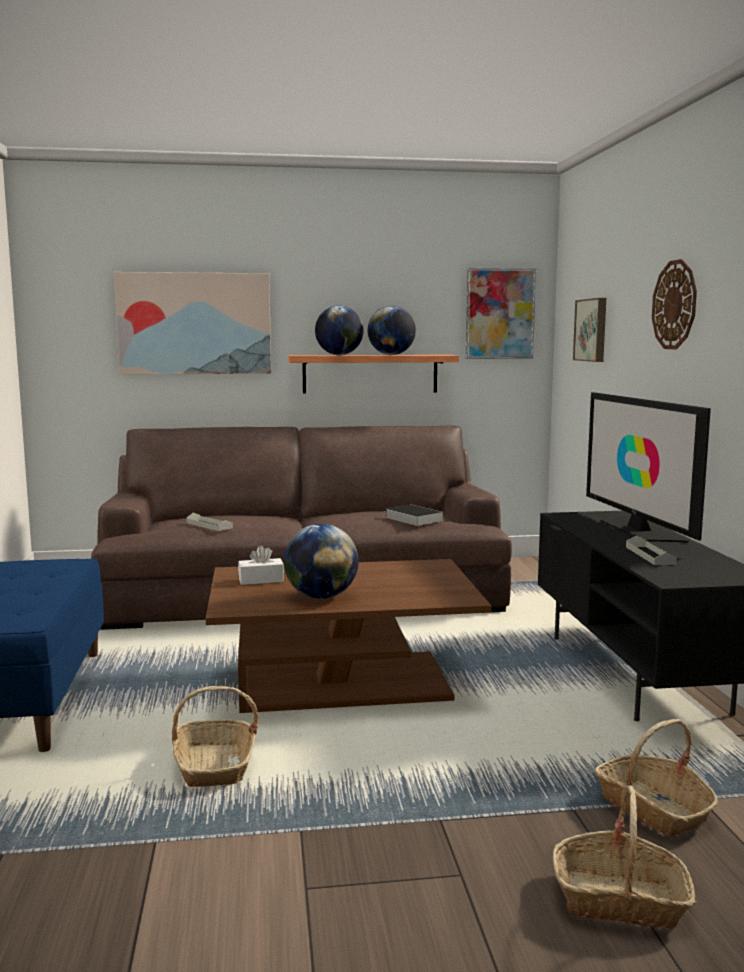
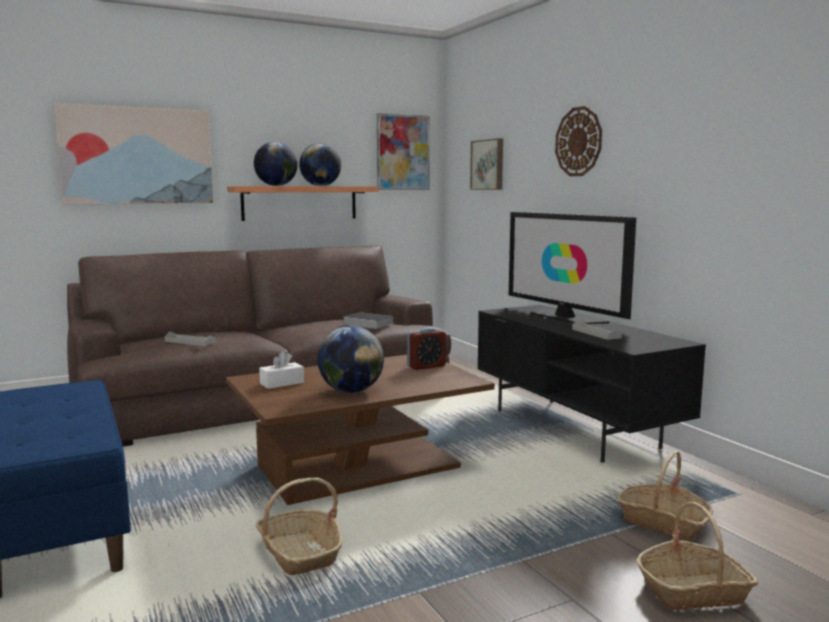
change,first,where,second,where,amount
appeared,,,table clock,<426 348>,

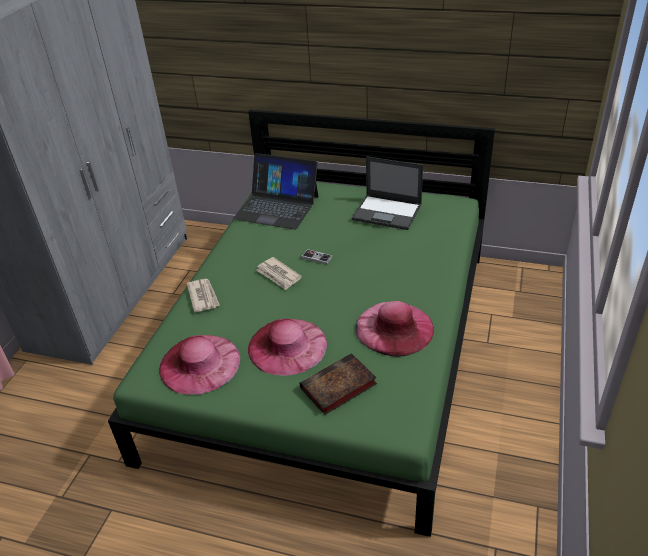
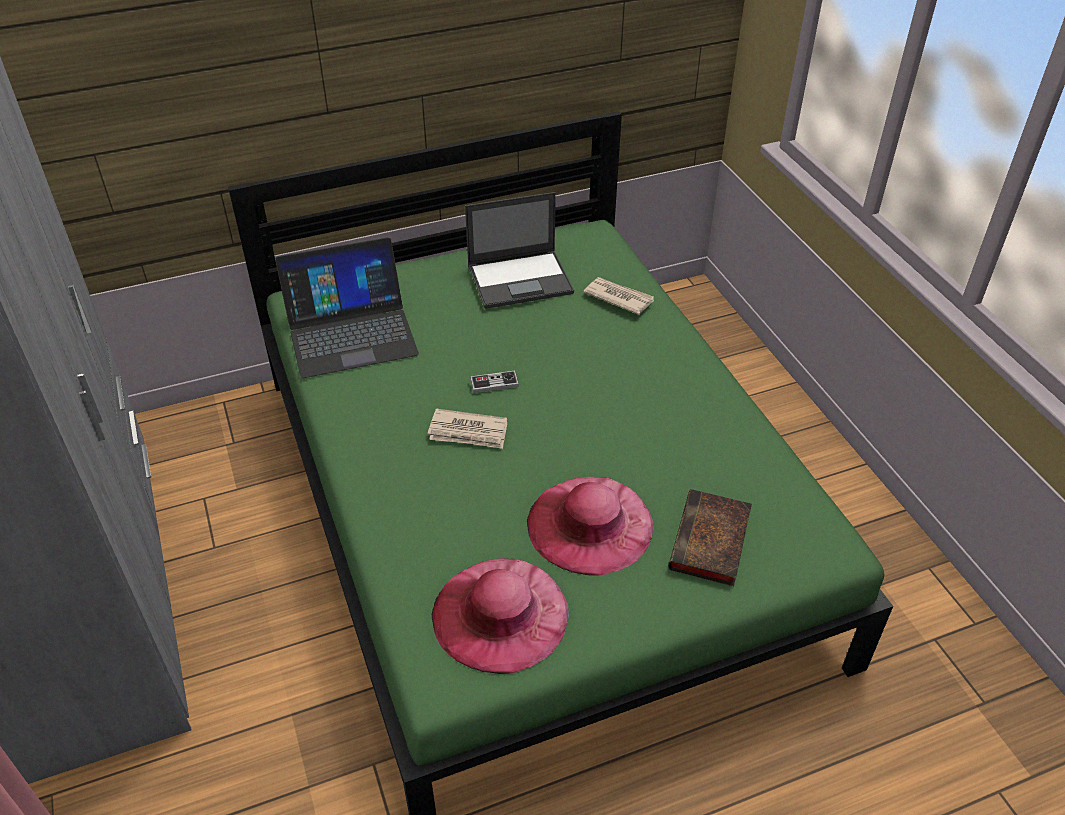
change,first,where,second,where,amount
relocated,printed paper,<203 295>,,<618 296>,
missing,clothing hat (pink-coloured),<394 329>,,,

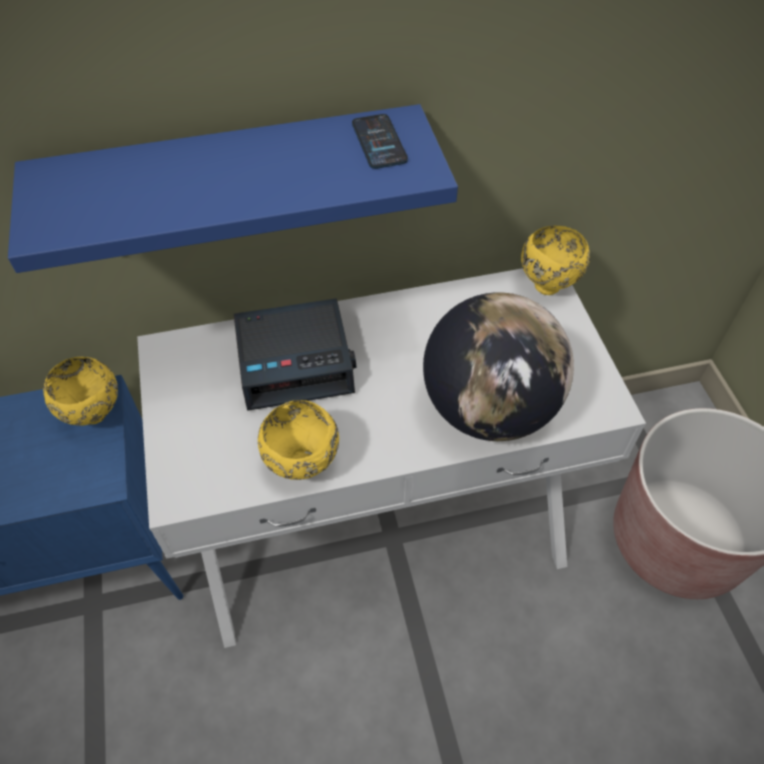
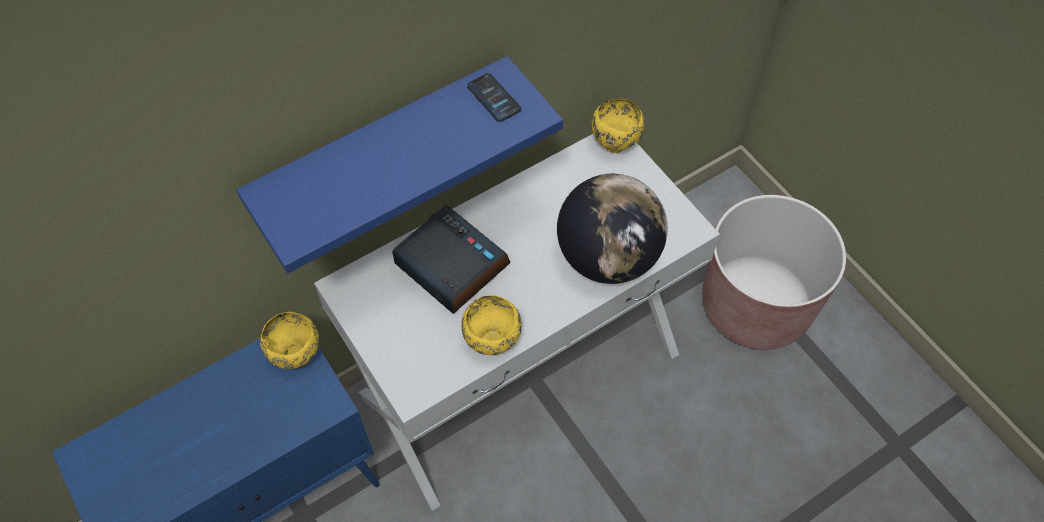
change,first,where,second,where,amount
spun,table clock,<295 354>,,<451 259>,105 degrees counterclockwise

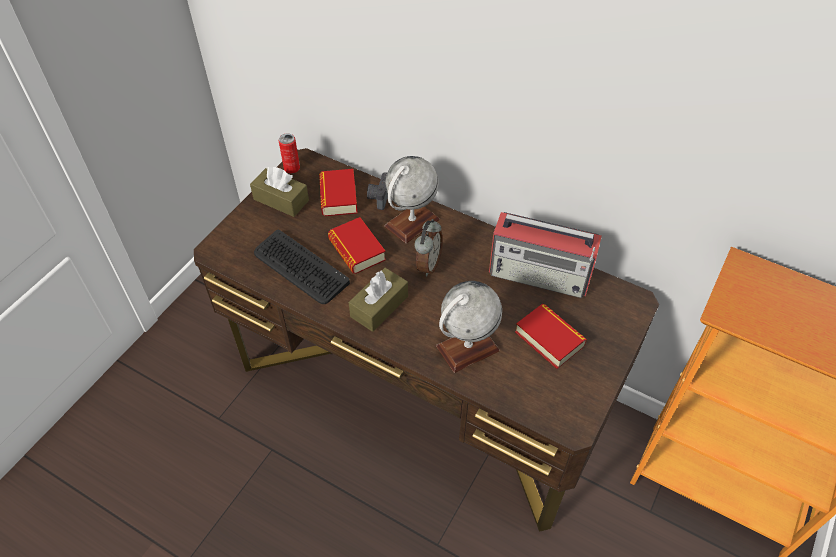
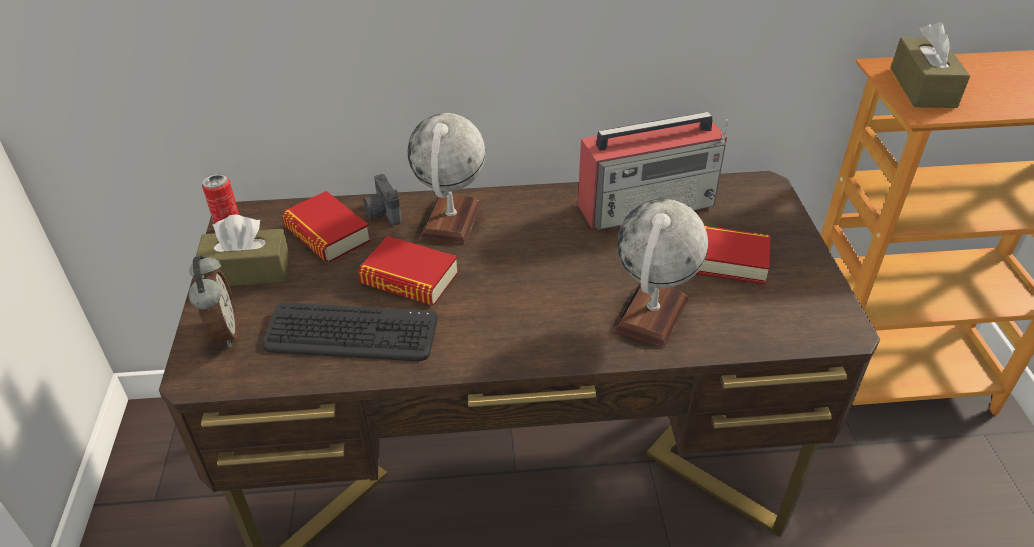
change,first,where,second,where,amount
relocated,tissue holder (brownish),<378 300>,,<930 65>,
relocated,table clock,<428 247>,,<214 301>,

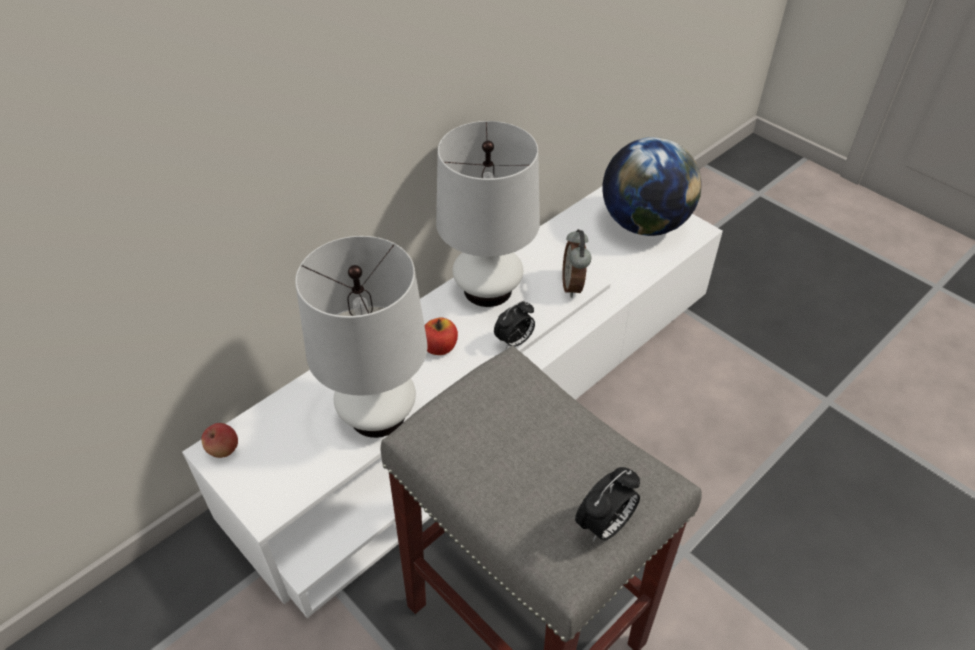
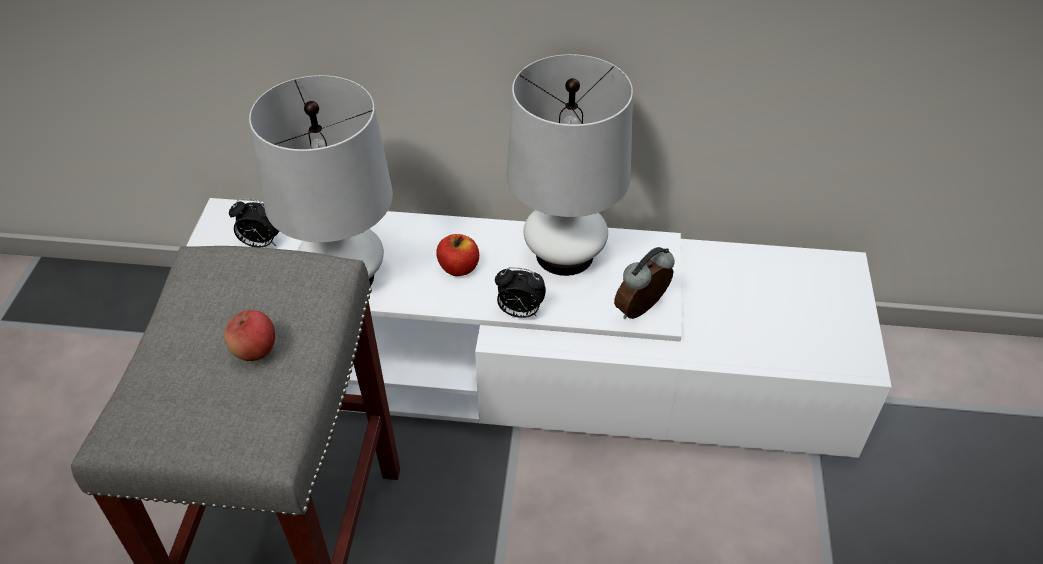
change,first,where,second,where,amount
relocated,apple,<219 440>,,<249 335>,
relocated,table clock,<607 504>,,<254 223>,
missing,globe,<652 186>,,,

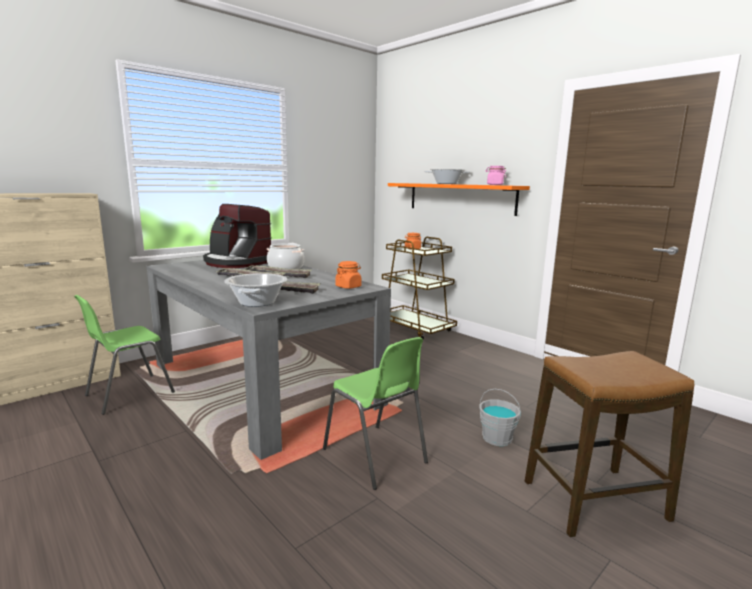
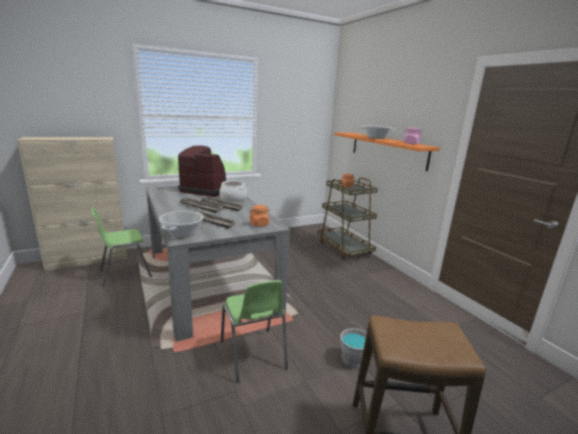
change,first,where,second,where,amount
spun,coffee maker,<237 236>,,<202 171>,150 degrees clockwise

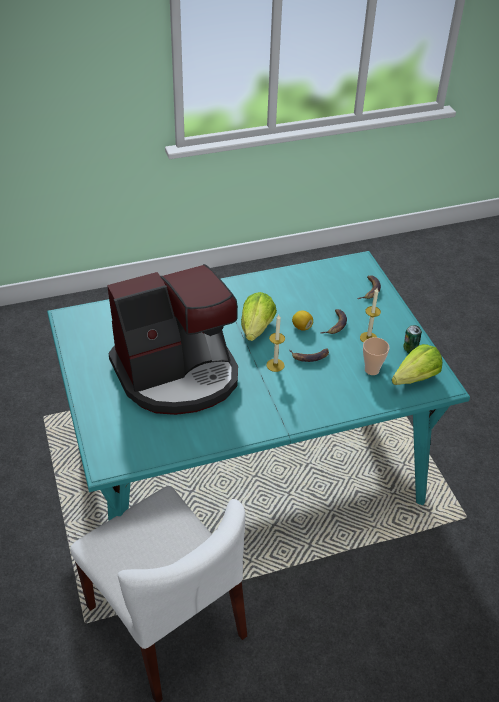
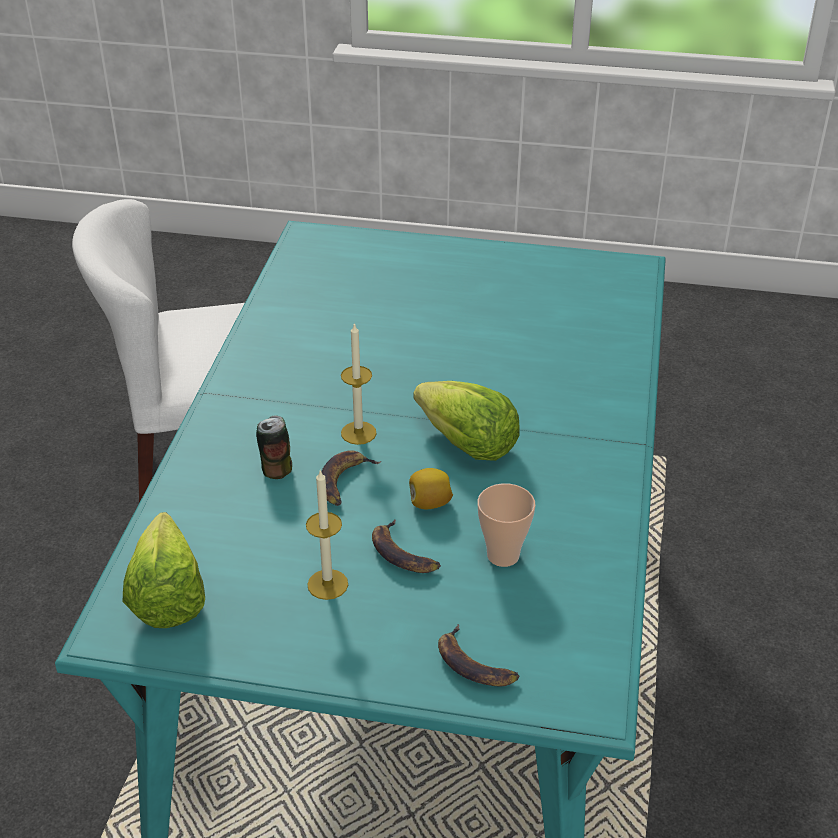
change,first,where,second,where,amount
missing,coffee maker,<172 339>,,,
relocated,drinking cup,<376 356>,,<506 525>,
relocated,can,<413 339>,,<274 447>,

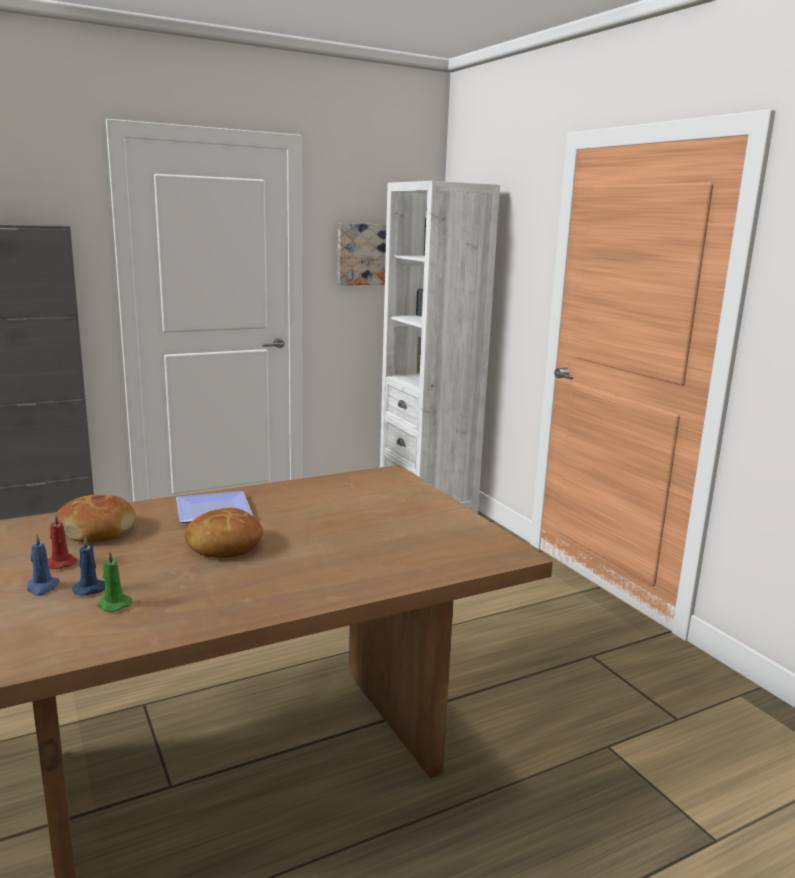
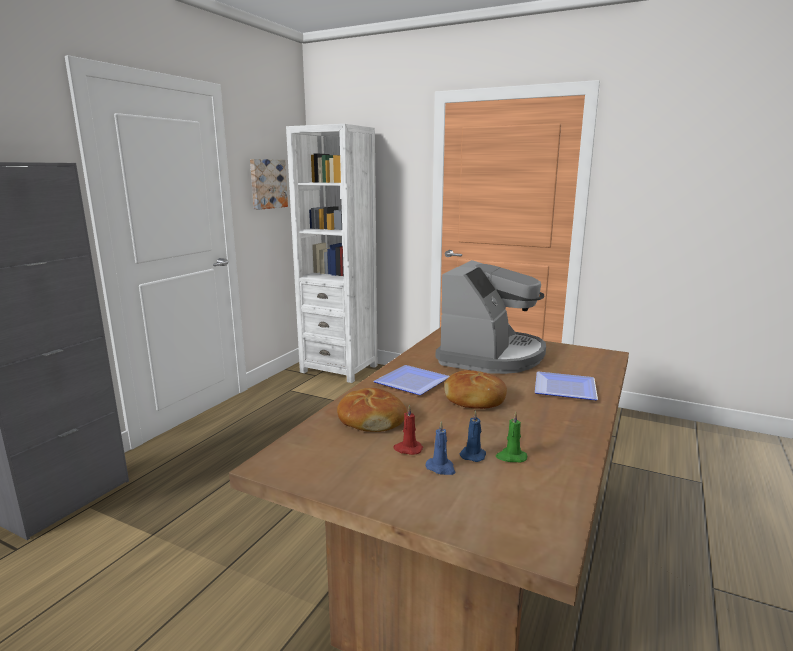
change,first,where,second,where,amount
appeared,,,coffee maker,<491 317>,
appeared,,,dinner plate,<566 386>,

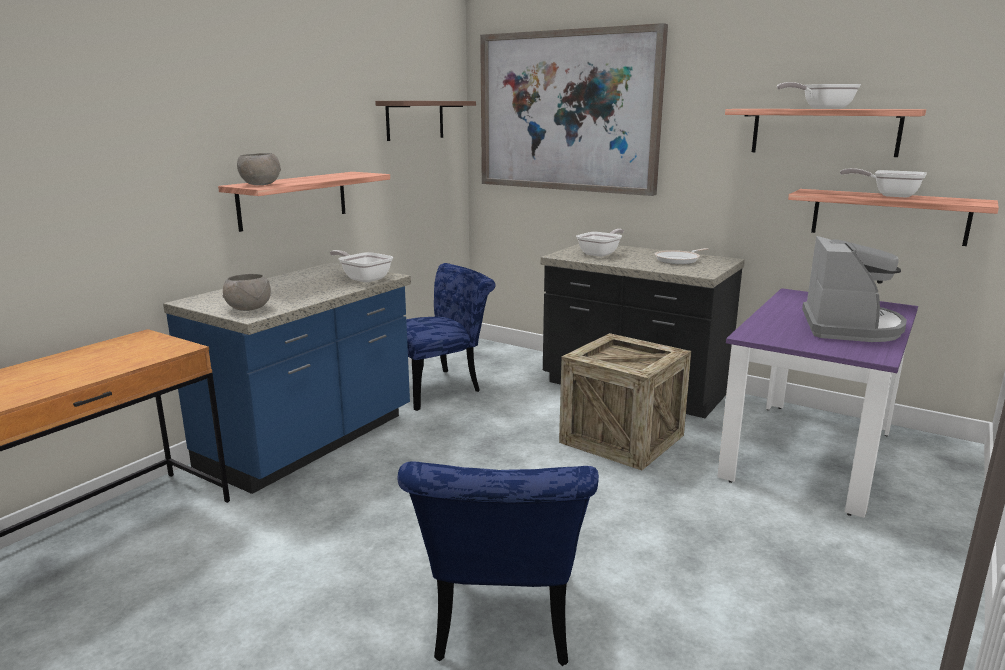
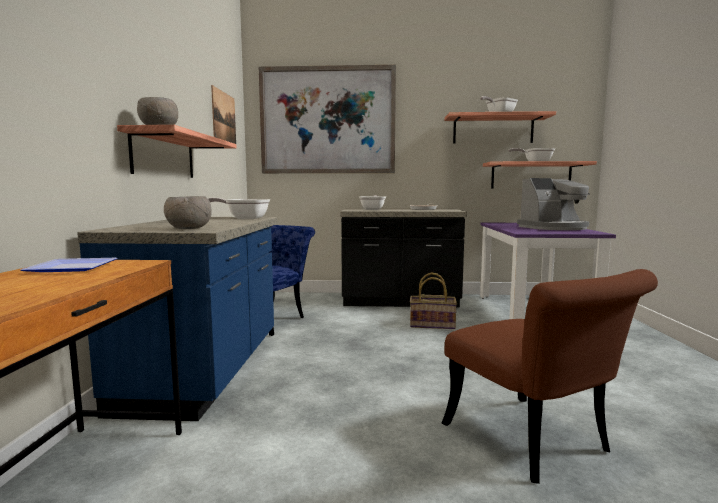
change,first,where,second,where,amount
exchanged,bracket shelf,<425 121>,wall art,<223 114>,
colour,upright chair (bluish),<498 564>,upright chair (brownish),<549 376>,
exchanged,shipping crate,<625 402>,household basket,<433 301>,
spun,coffee maker,<854 289>,,<553 204>,90 degrees clockwise
appeared,,,dinner plate,<69 265>,

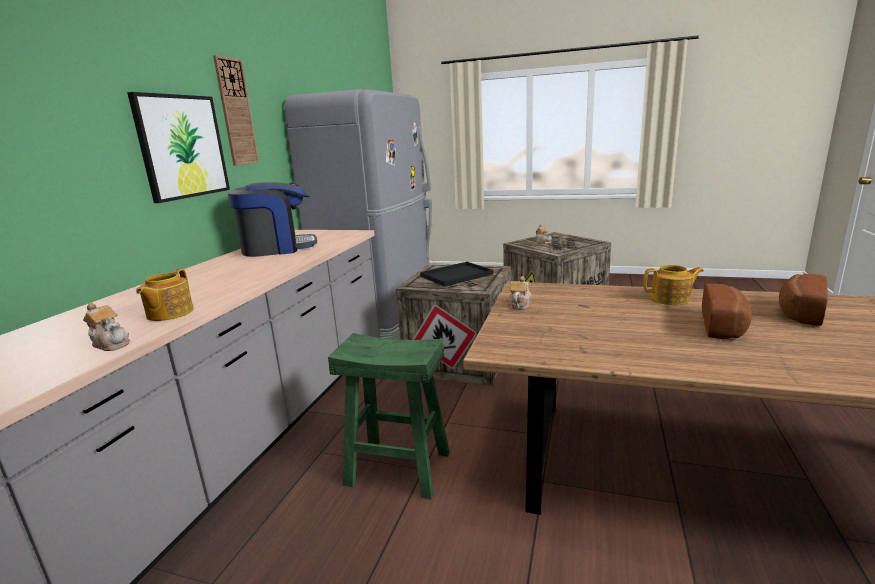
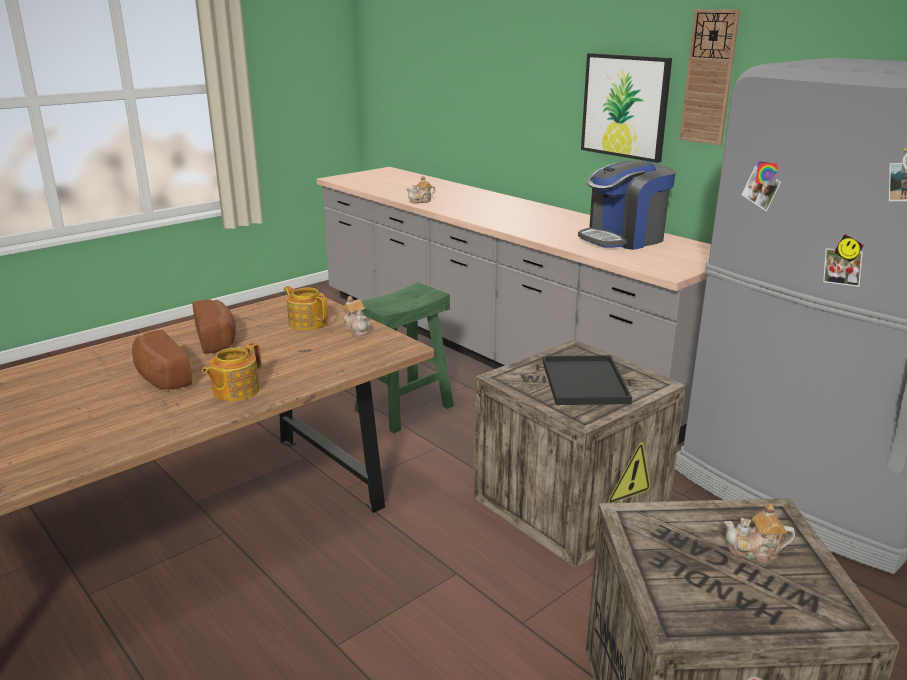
change,first,where,second,where,amount
relocated,teapot,<165 295>,,<306 308>,
spun,coffee maker,<272 219>,,<627 205>,45 degrees clockwise
relocated,baked bread,<803 300>,,<214 326>,

